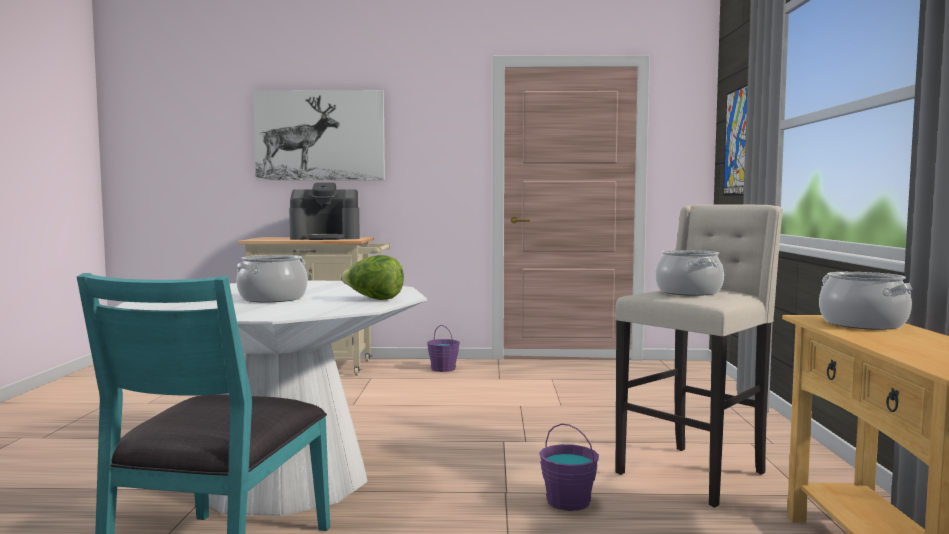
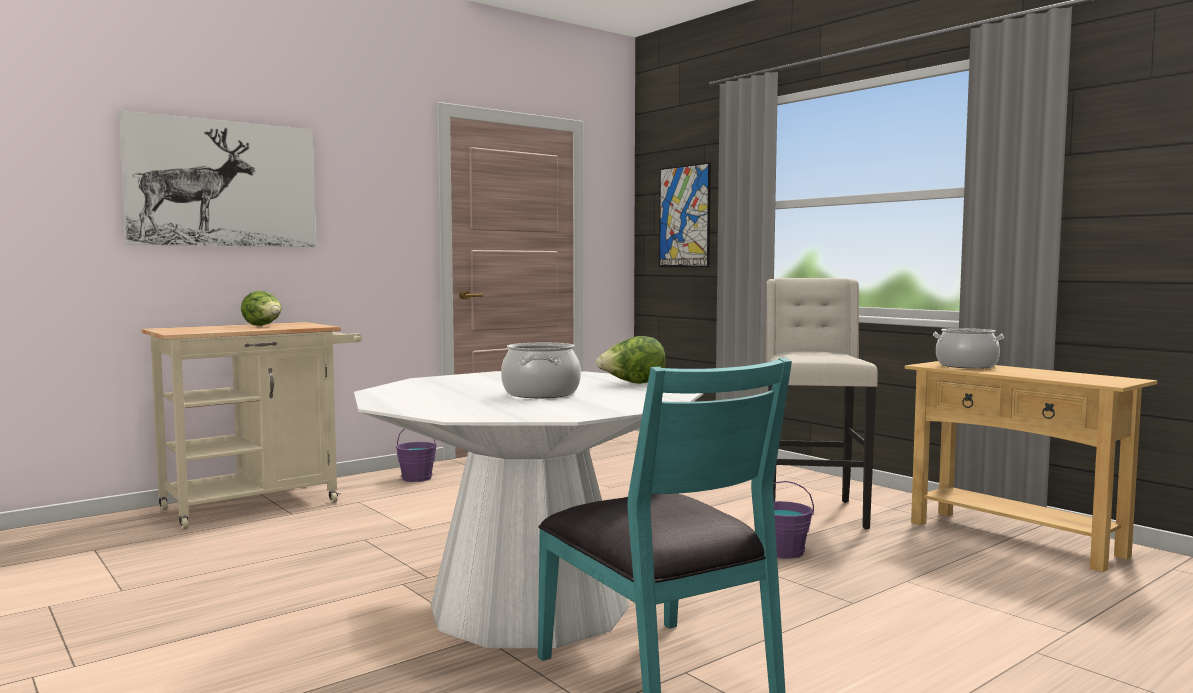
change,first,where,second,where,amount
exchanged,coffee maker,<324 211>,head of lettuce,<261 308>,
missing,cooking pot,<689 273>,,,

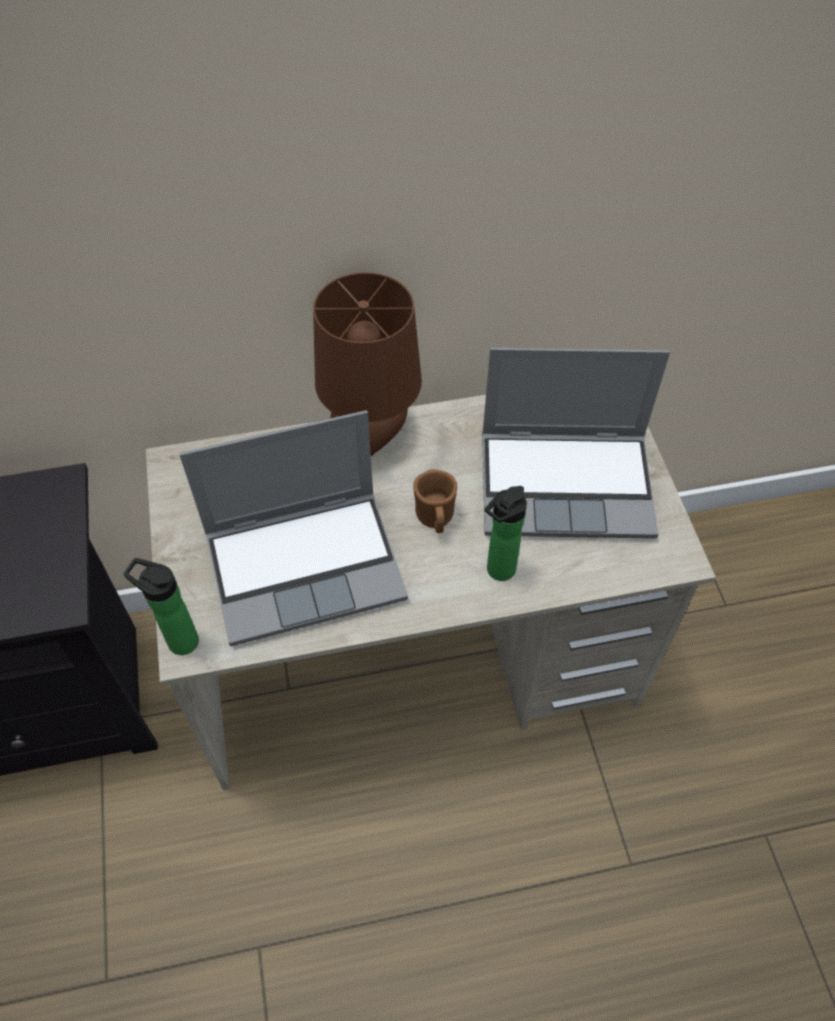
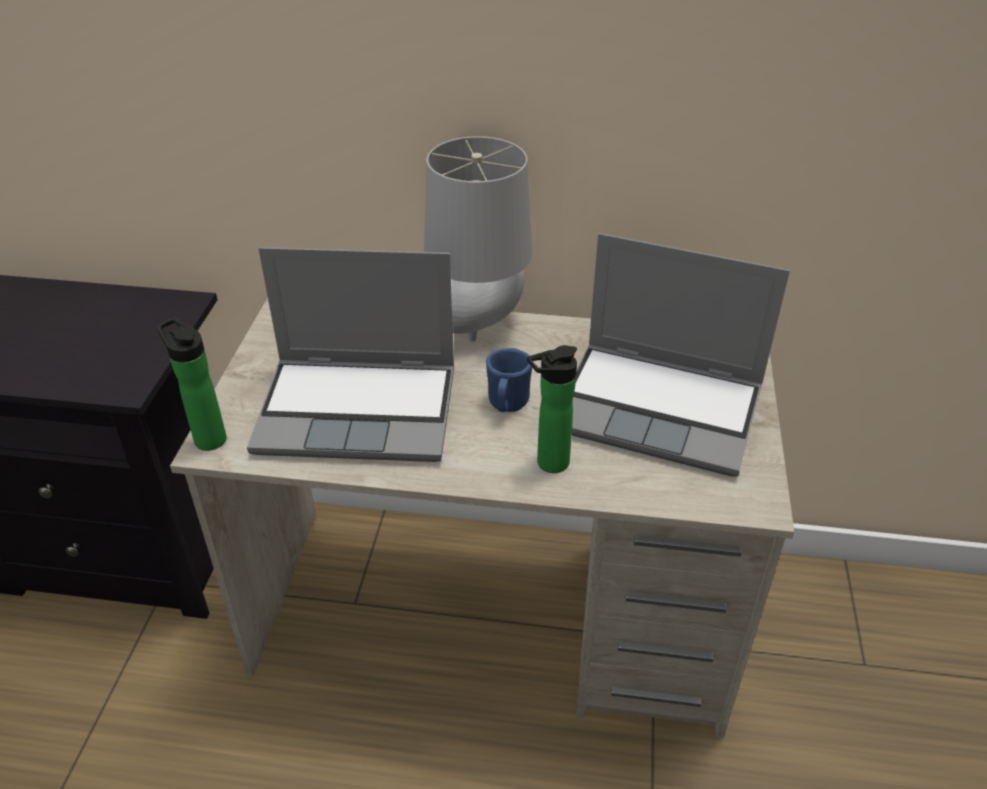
change,first,where,second,where,amount
colour,table lamp (brownish),<367 364>,table lamp (greyish),<478 239>,
colour,coffee mug (brownish),<435 501>,coffee mug (bluish),<509 380>,

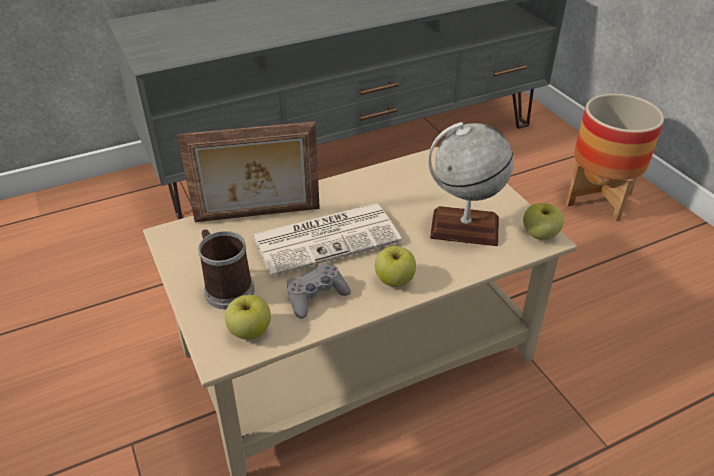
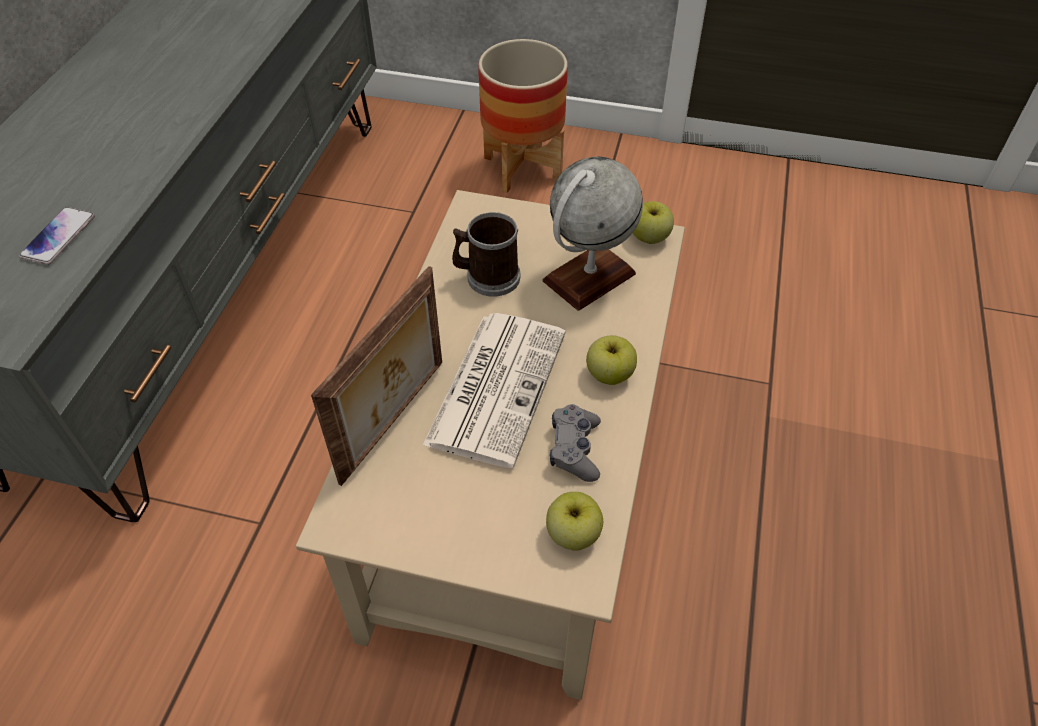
change,first,where,second,where,amount
relocated,coffee mug,<226 269>,,<486 254>,
appeared,,,phone,<57 236>,

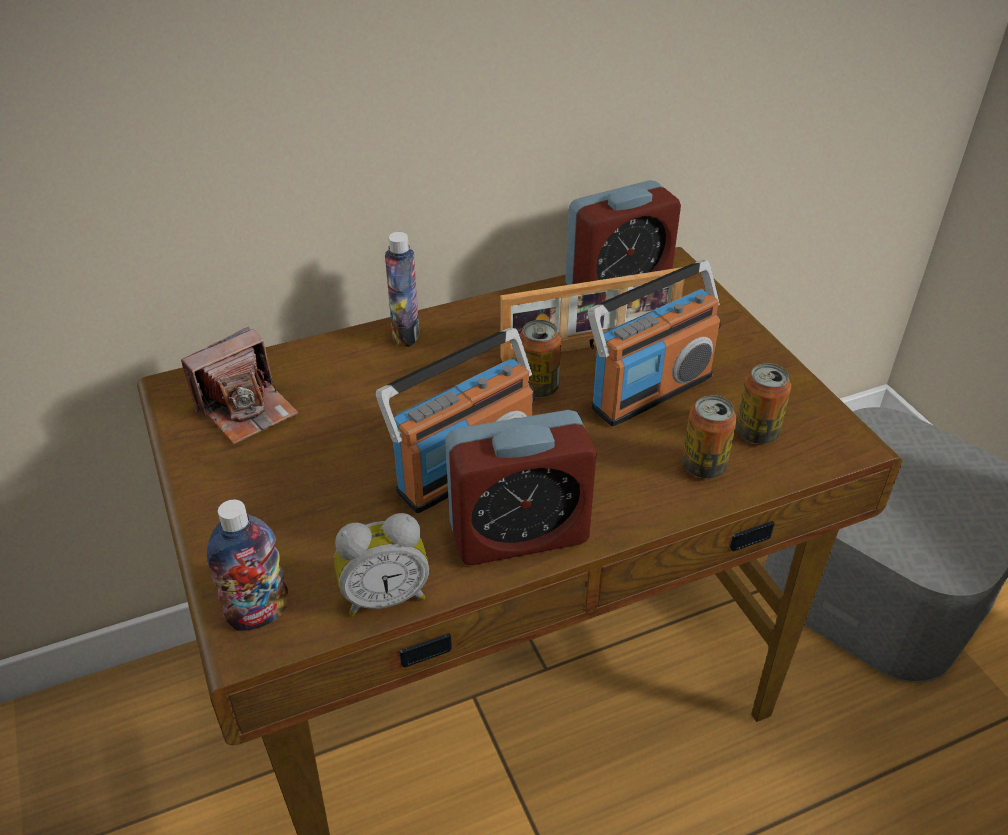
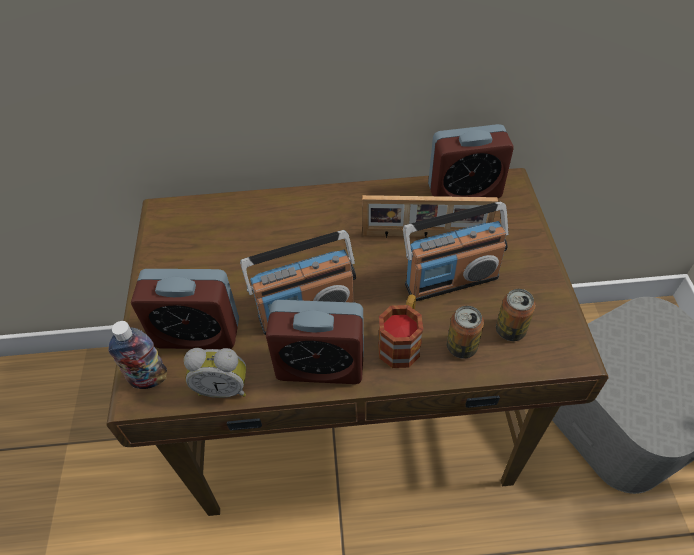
change,first,where,second,where,amount
missing,still camera,<239 386>,,,
missing,drink bottle,<402 289>,,,
missing,can,<540 359>,,,
appeared,,,table clock,<185 309>,
appeared,,,coffee mug,<400 331>,

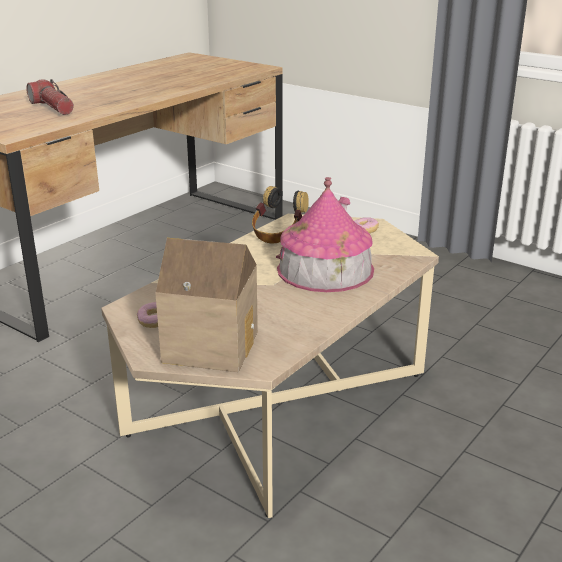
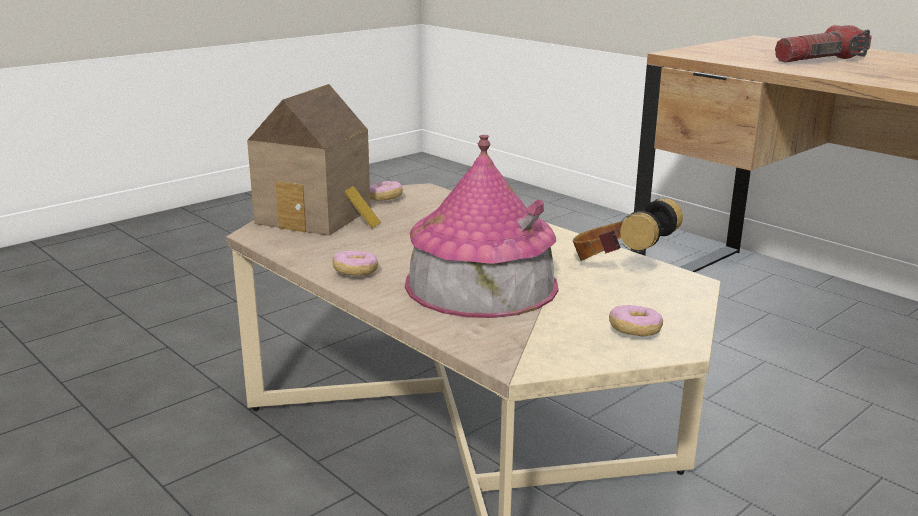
change,first,where,second,where,amount
appeared,,,ring doughnut,<355 263>,

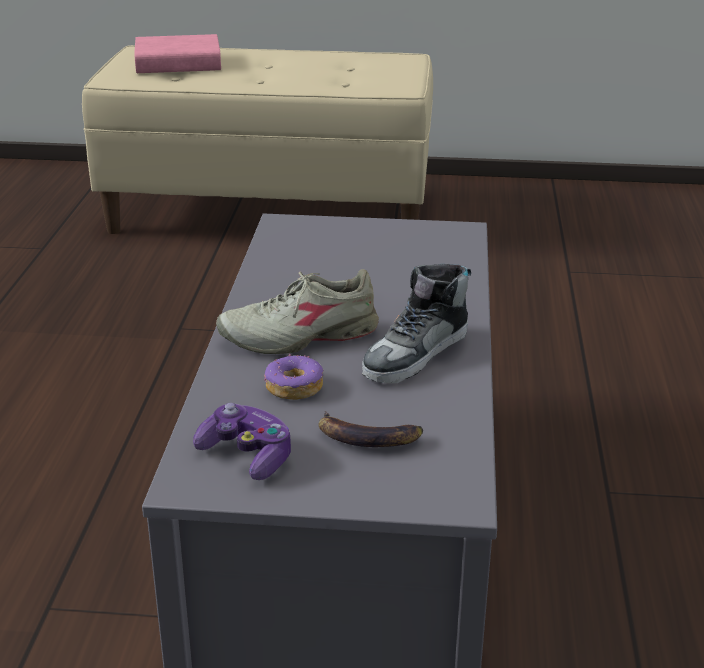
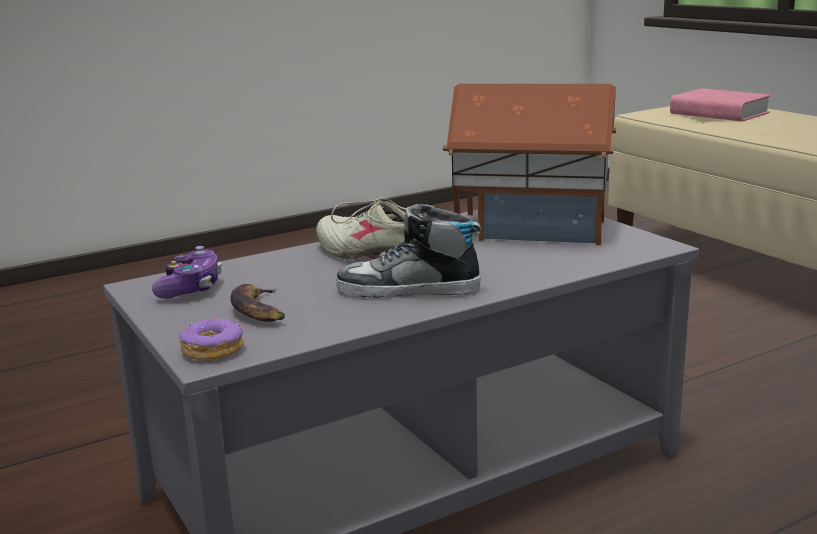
change,first,where,second,where,amount
relocated,ring doughnut,<293 377>,,<211 339>,
appeared,,,toy house,<529 164>,

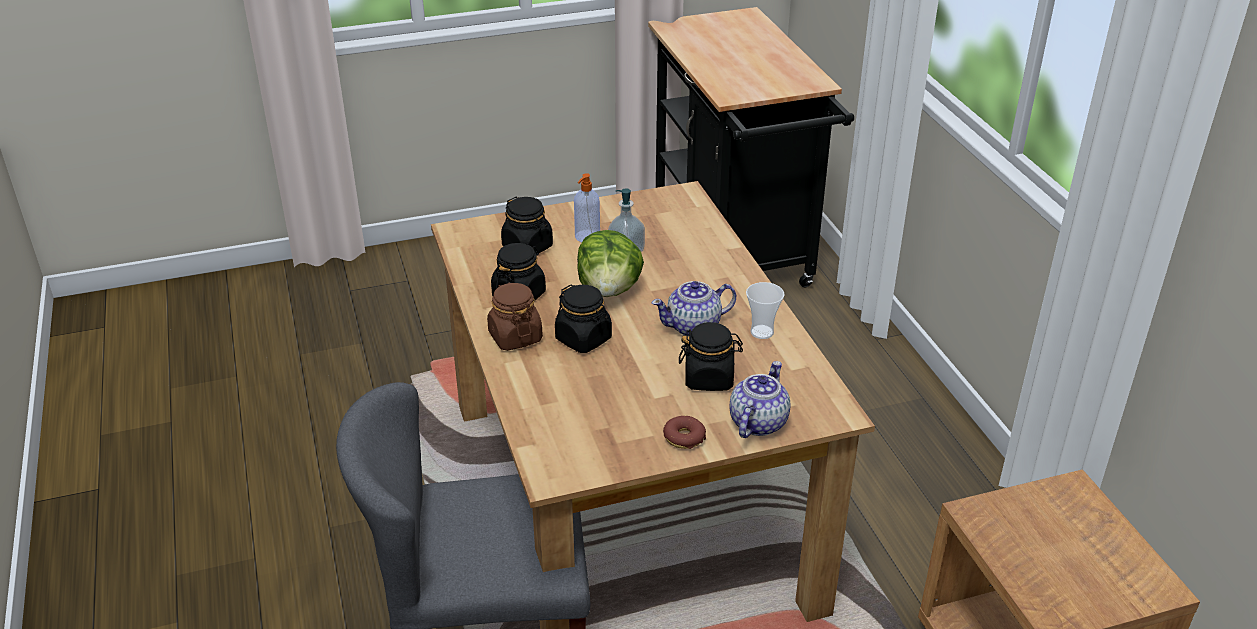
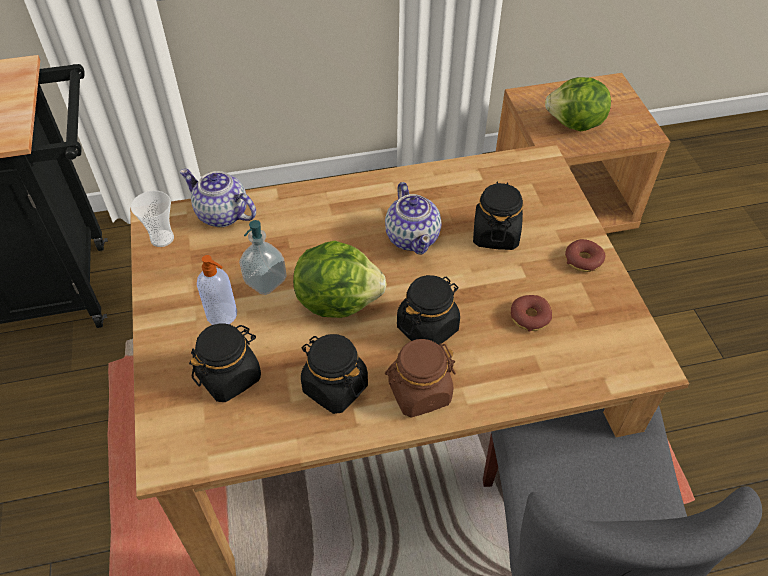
change,first,where,second,where,amount
relocated,teapot,<760 399>,,<218 198>,
relocated,drinking cup,<765 310>,,<152 219>,
appeared,,,ring doughnut,<531 313>,
appeared,,,head of lettuce,<578 104>,

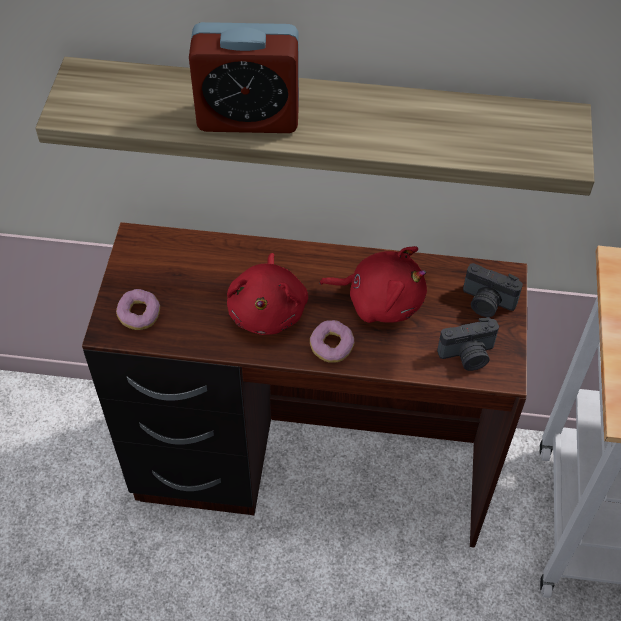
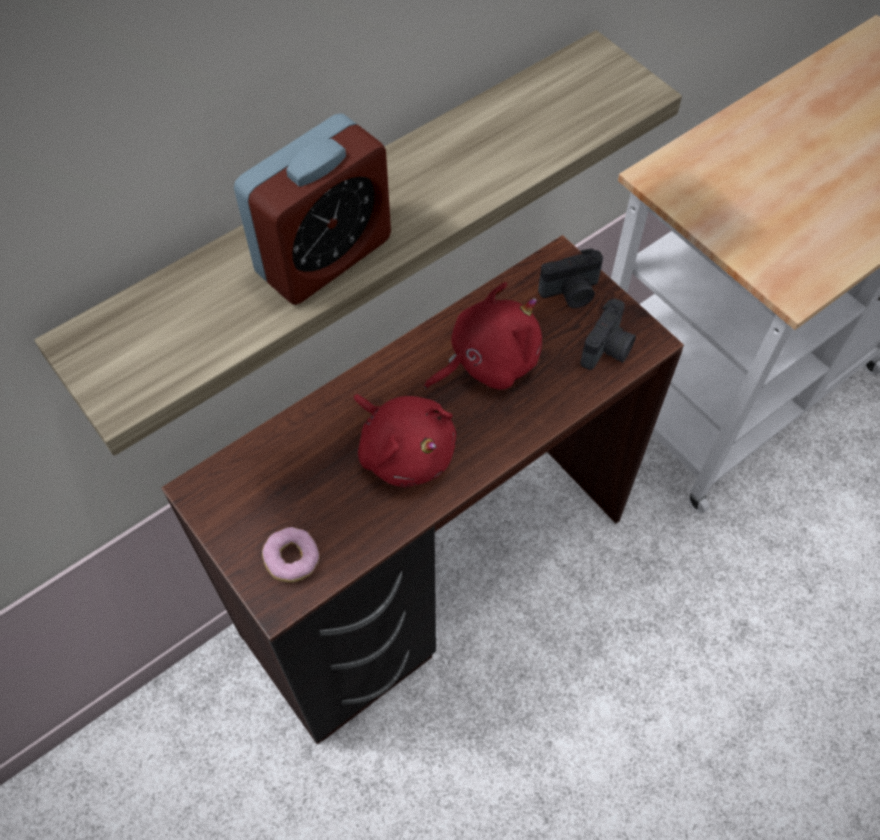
change,first,where,second,where,amount
missing,ring doughnut,<332 341>,,,

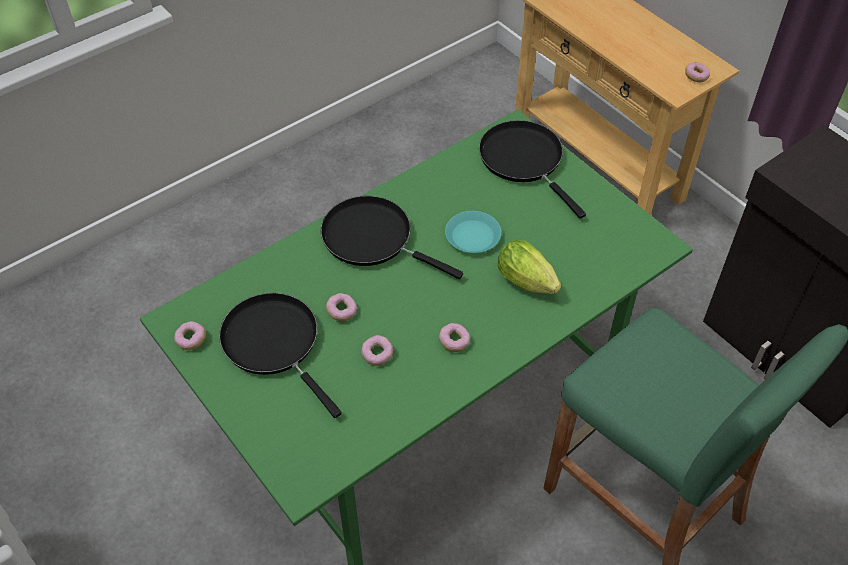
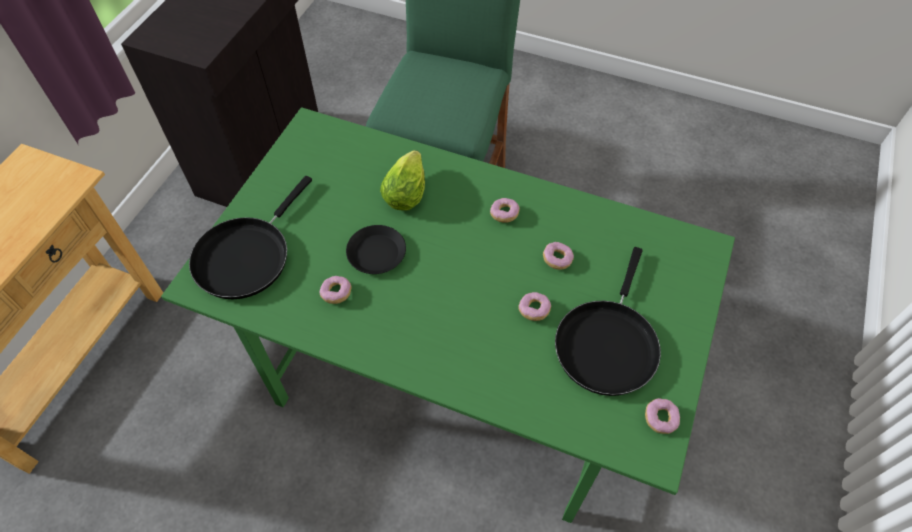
change,first,where,second,where,amount
missing,pan (black),<392 237>,,,
colour,dinner plate (blue-green),<473 232>,dinner plate (black),<376 249>,
relocated,ring doughnut,<697 72>,,<335 290>,

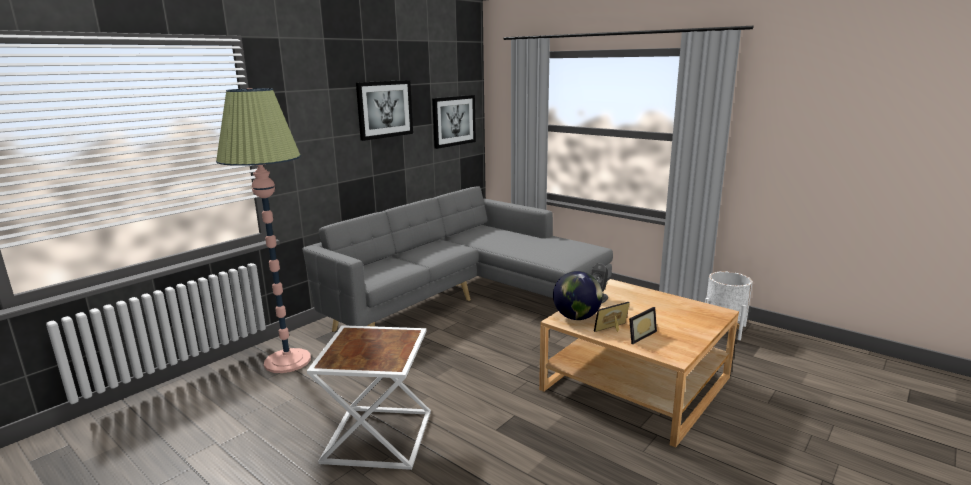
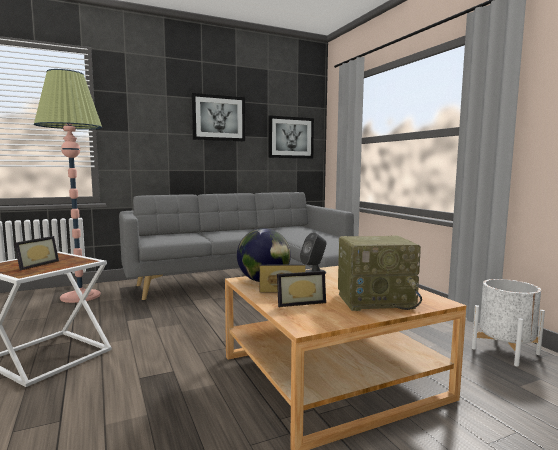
change,first,where,second,where,amount
appeared,,,picture frame,<36 253>,
appeared,,,radio receiver,<380 273>,

